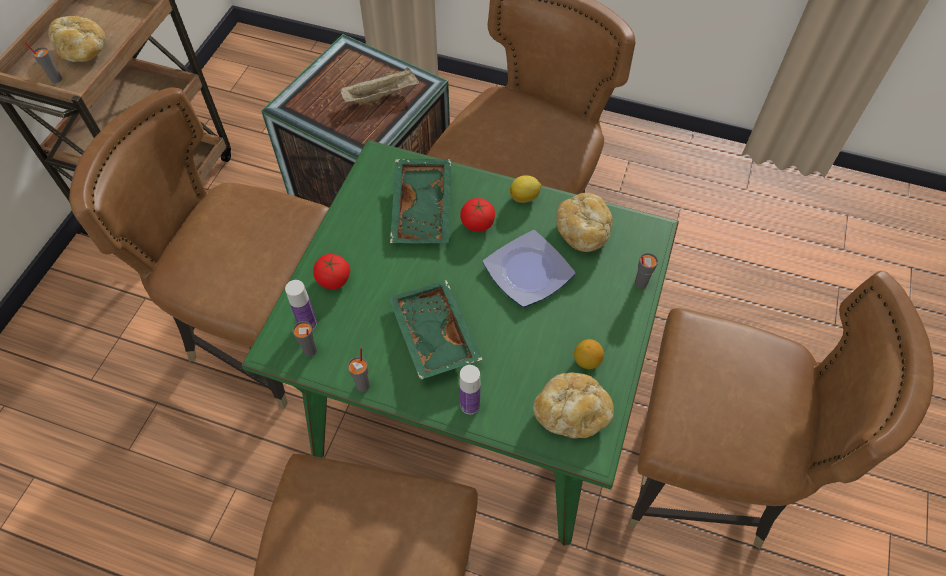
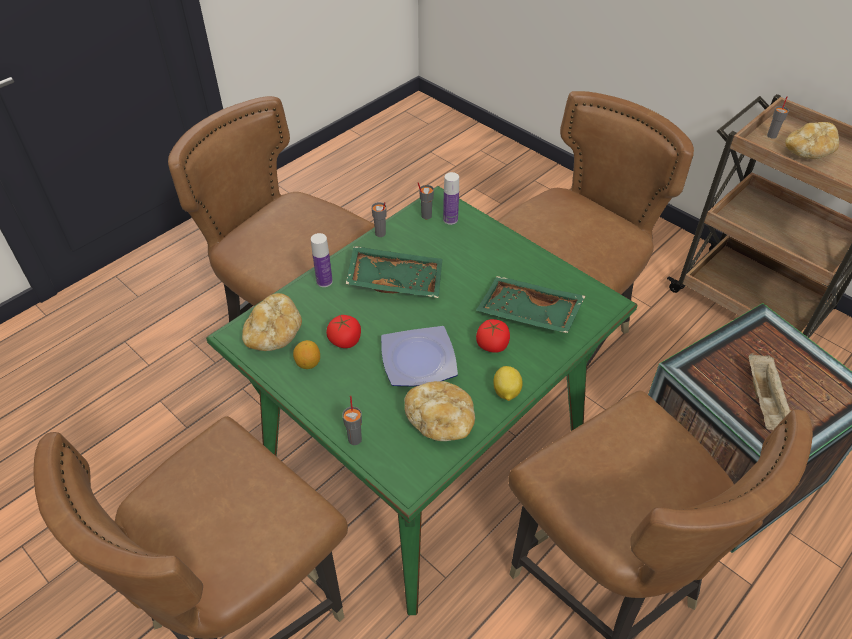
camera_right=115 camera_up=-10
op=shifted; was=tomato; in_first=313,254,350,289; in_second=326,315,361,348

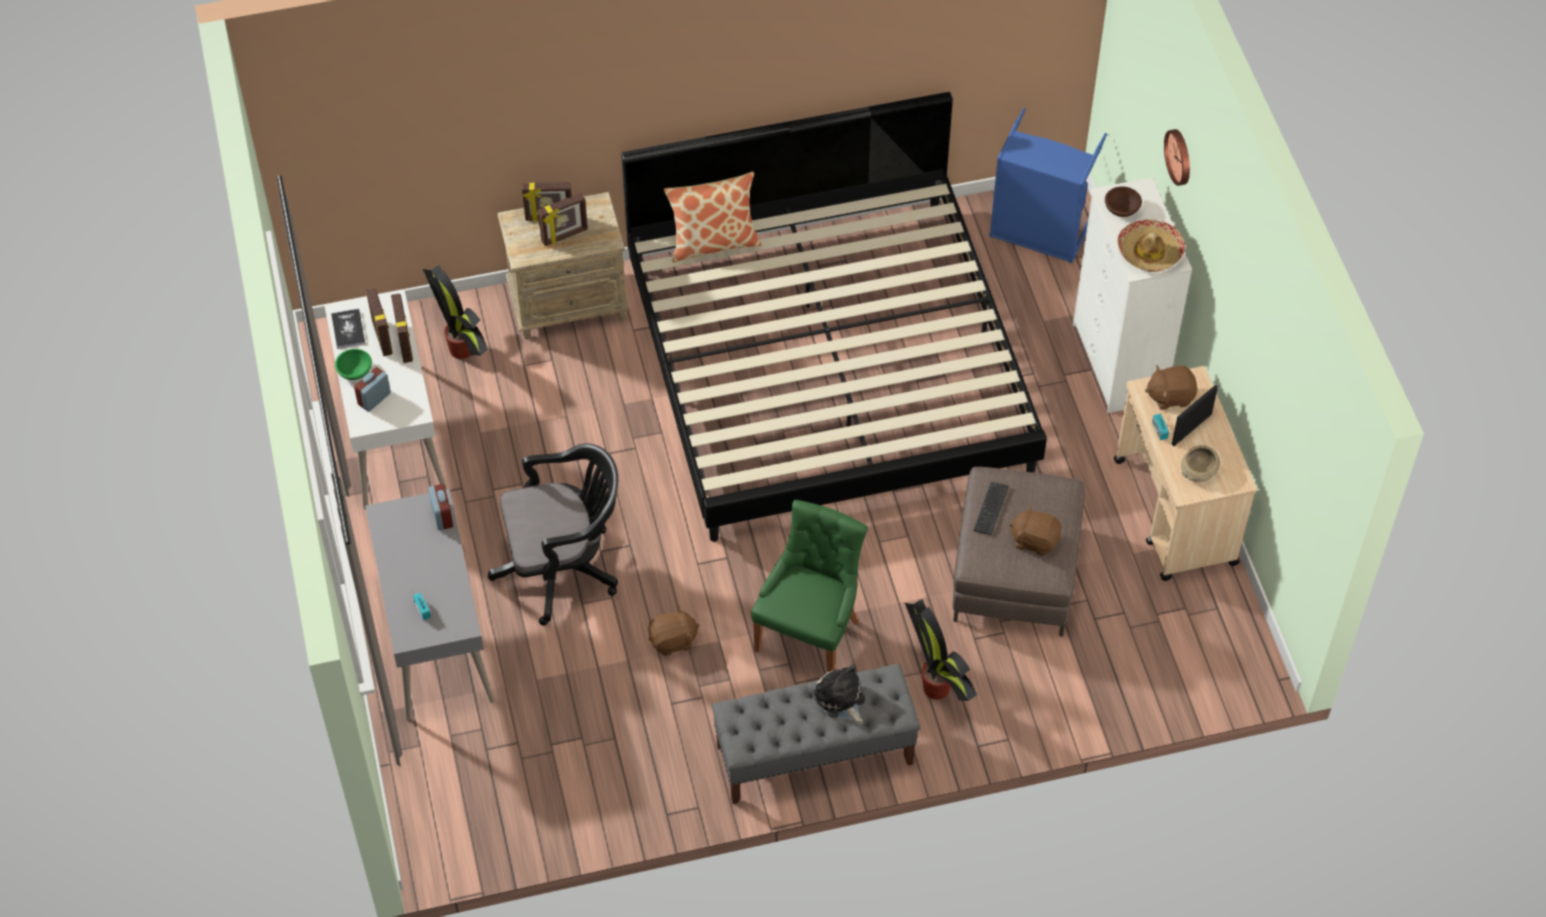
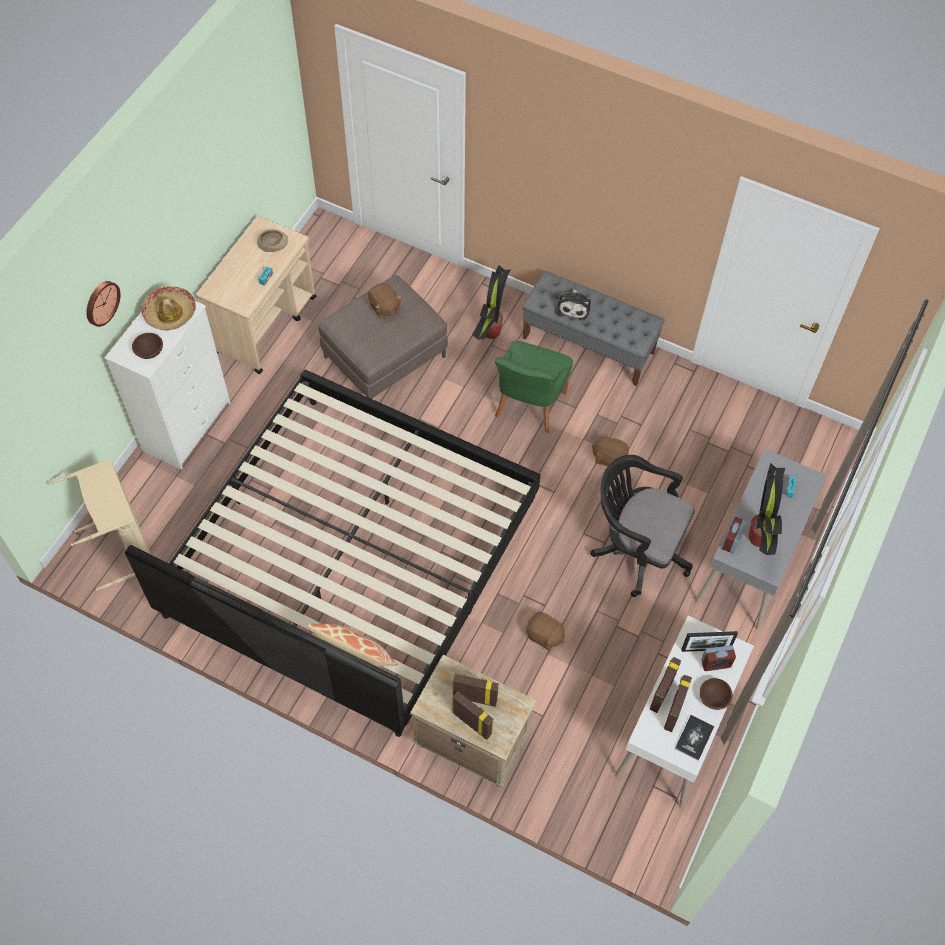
camera_right=-140 camera_up=5
op=repainted; was=blue-coloured hamper; now=beige-coloured hamper; in_first=989,108,1107,263; in_second=48,459,150,591
op=rotated; was=green-coloured plain chair; in_first=751,500,868,673; in_second=495,341,573,434; clockwise=-45
op=shifted; was=brown plush toy; in_first=1145,365,1197,410; in_second=526,612,565,650
op=shifted; was=picture frame; in_first=1172,385,1218,446; in_second=682,631,738,652
op=repainted; was=green-coloured bowl; now=brown bowl; in_first=335,349,372,380; in_second=699,678,733,710
op=shifted; was=plant in a pot; in_first=423,265,488,359; in_second=749,463,785,555
op=gone; was=computer keyboard; in_first=973,482,1009,535

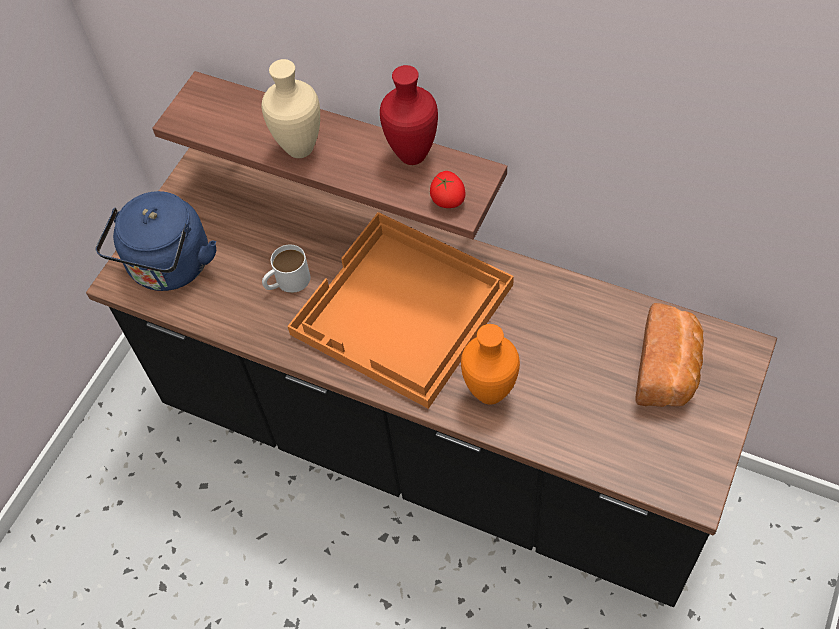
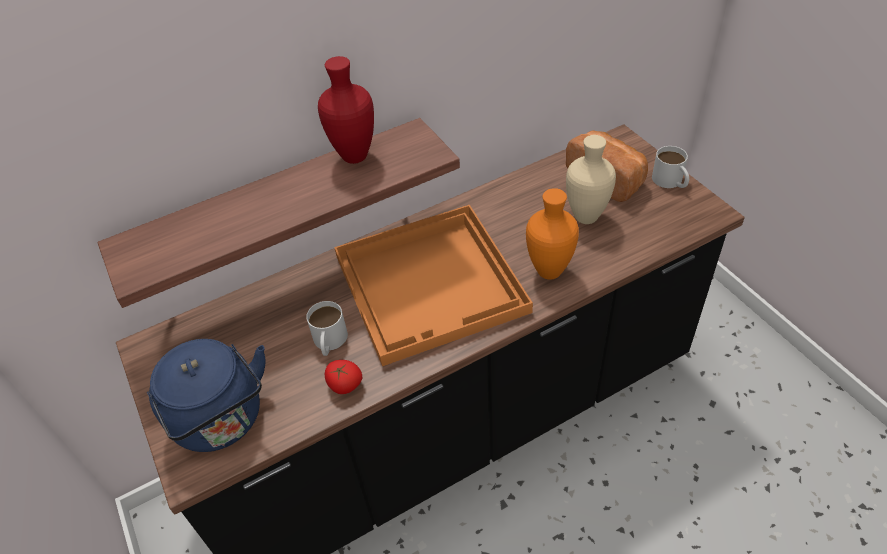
camera_right=-55 camera_up=-10
op=shifted; was=tomato; in_first=430,171,465,208; in_second=325,360,362,394
op=shifted; was=beige-coloured decorative vase; in_first=262,59,320,158; in_second=566,135,616,224
op=new; now=whitish mug; in_second=652,146,689,188

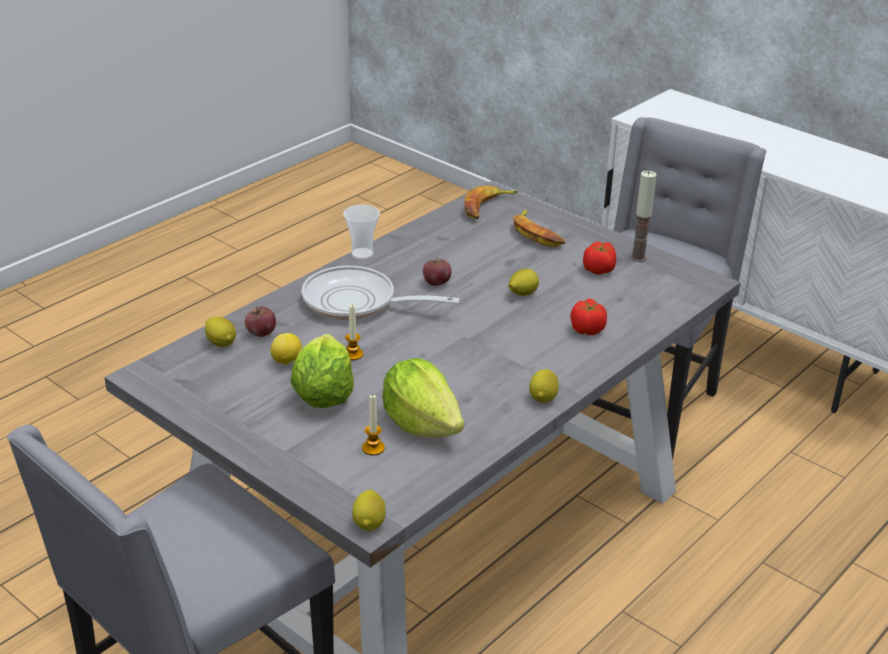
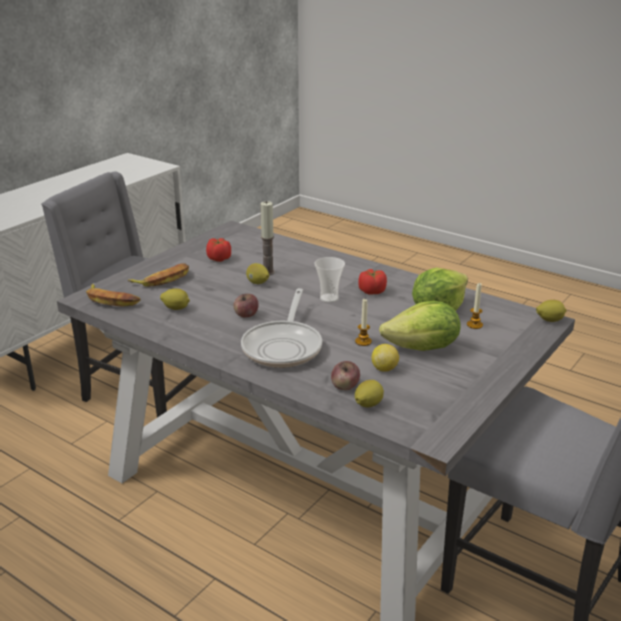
camera_right=-95 camera_up=-5
op=shifted; was=citrus fruit; in_first=529,369,559,403; in_second=160,288,190,310
op=shifted; was=candle; in_first=630,171,657,262; in_second=260,201,275,275
op=shifted; was=cup; in_first=343,205,380,260; in_second=314,257,345,303
op=shifted; was=tomato; in_first=571,299,607,335; in_second=358,269,387,295

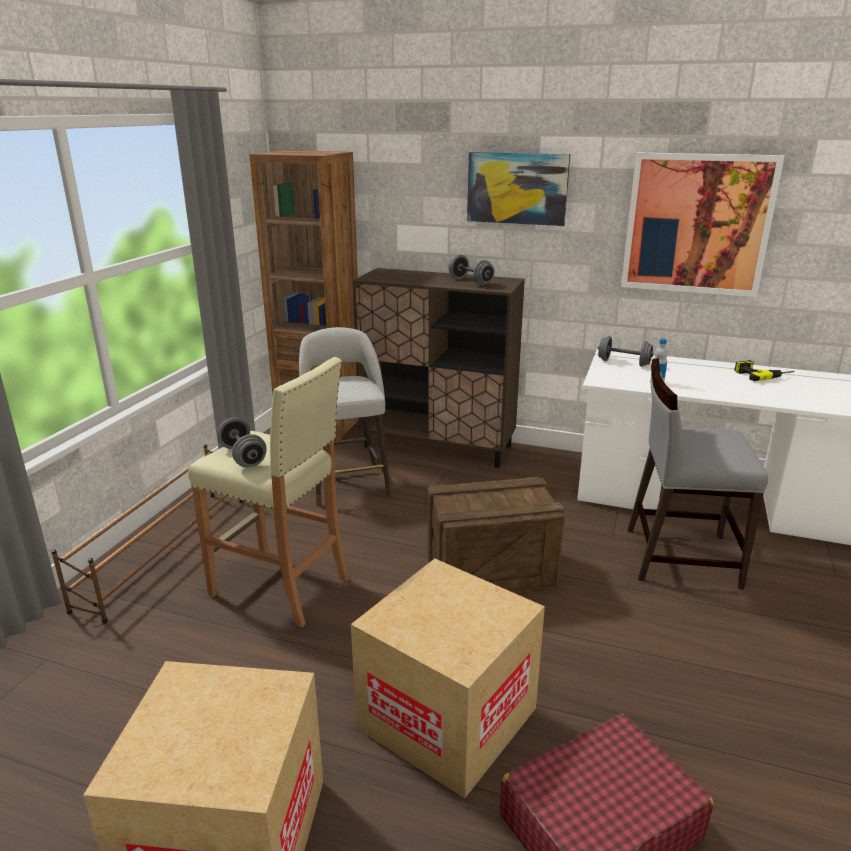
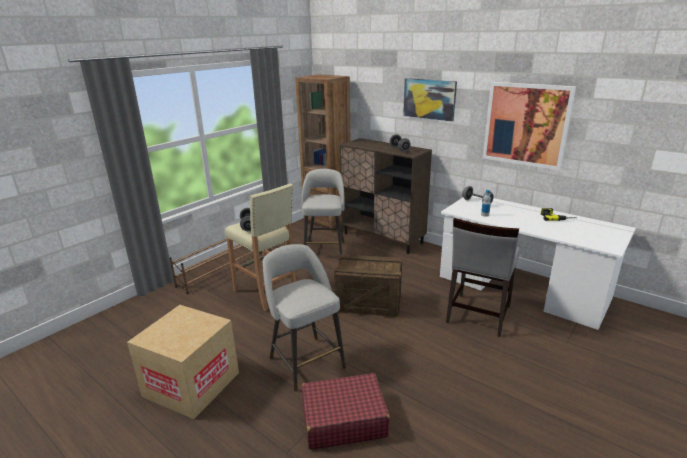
camera_right=20 camera_up=0
op=swapped; was=cardboard box; now=greyish sitting stool; in_first=351,558,545,798; in_second=263,244,346,392
op=rotated; was=greyish plain chair; in_first=628,358,768,590; in_second=446,218,520,337; clockwise=-90

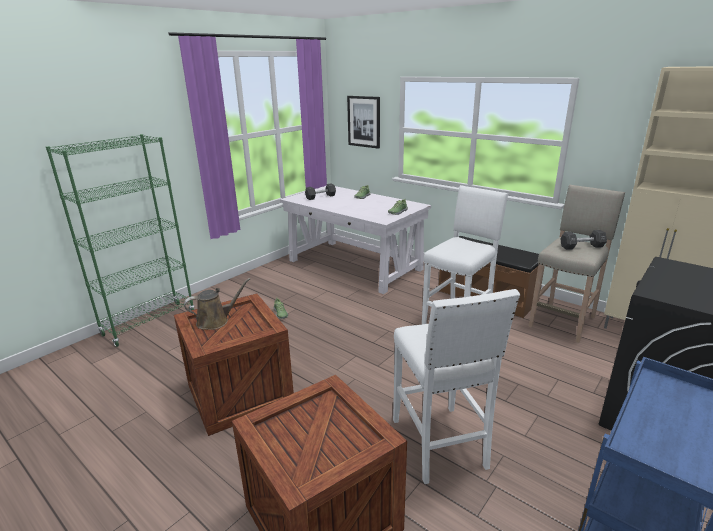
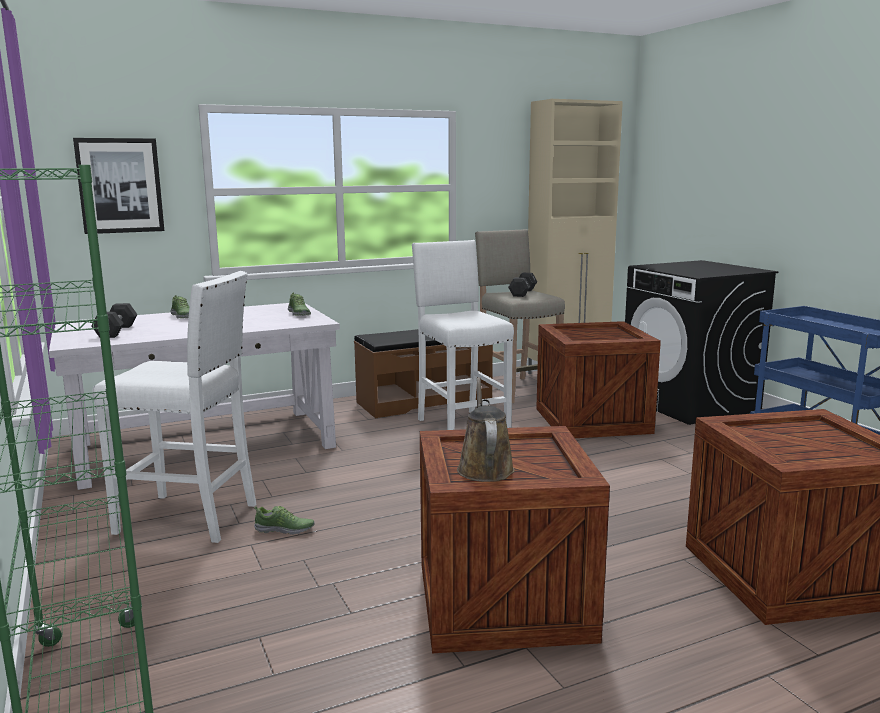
camera_right=-65 camera_up=-10
op=shifted; was=whitish sitting stool; in_first=393,289,520,484; in_second=92,271,256,543
op=new; now=crate; in_second=536,321,661,438

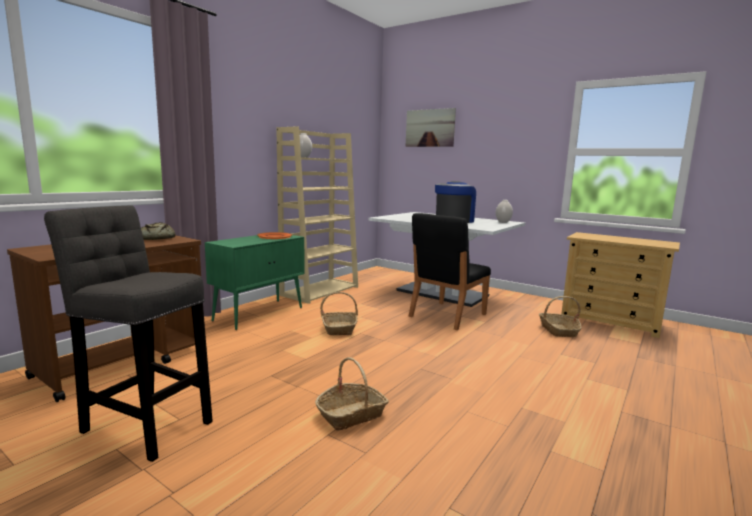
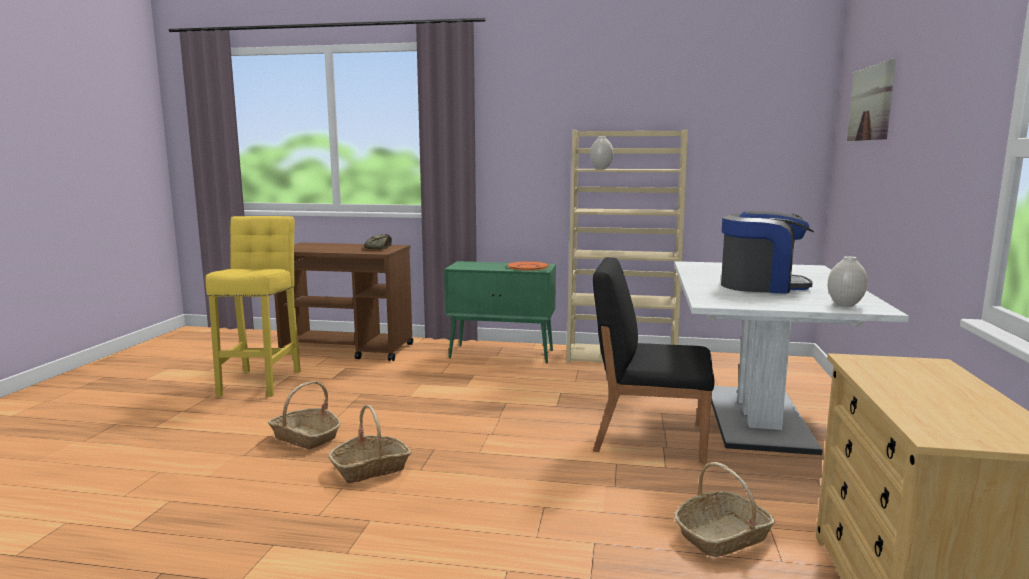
camera_right=65 camera_up=0
op=repainted; was=greyish sitting stool; now=yellow sitting stool; in_first=44,205,213,462; in_second=205,216,301,397
op=shifted; was=household basket; in_first=320,292,358,335; in_second=329,405,411,483

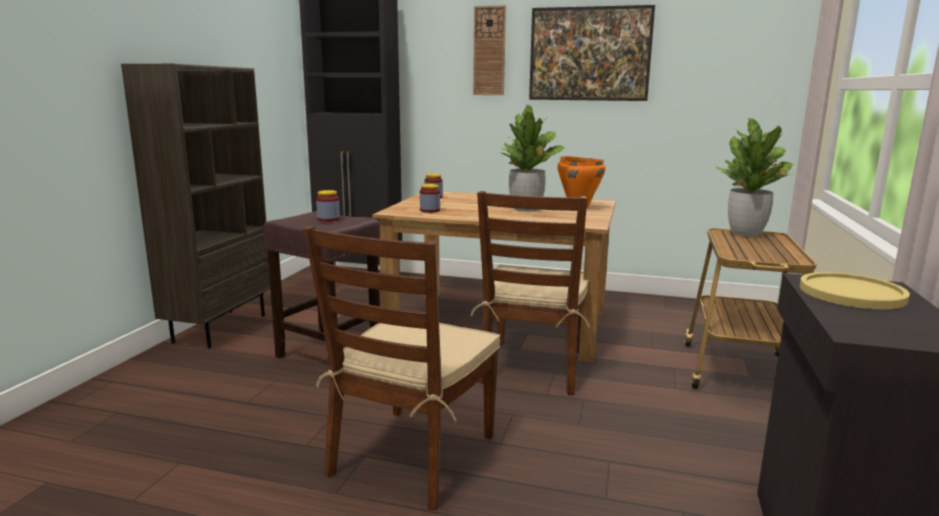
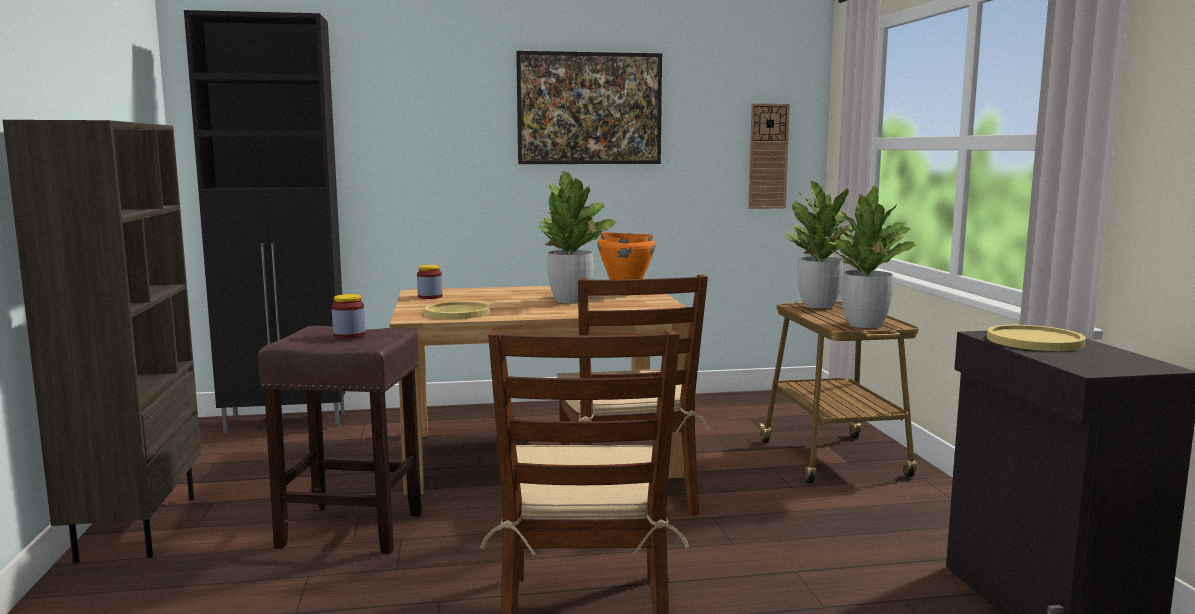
camera_right=-25 camera_up=-5
op=swapped; was=preserve jar; now=yellow flat dish; in_first=420,184,440,213; in_second=425,302,490,319
op=shifted; was=wall clock; in_first=473,5,506,95; in_second=748,104,790,209
op=new; now=plant in a pot; in_second=825,186,916,328

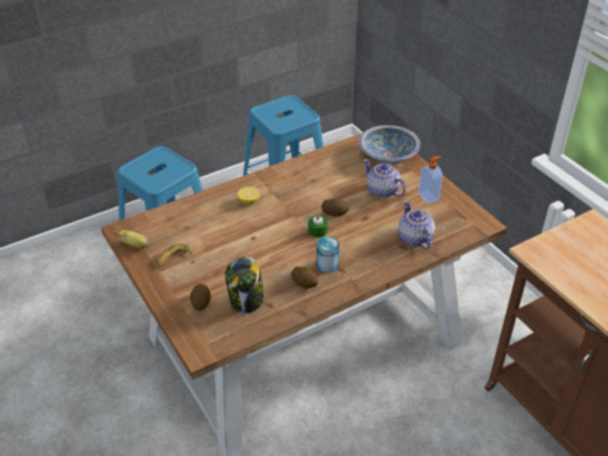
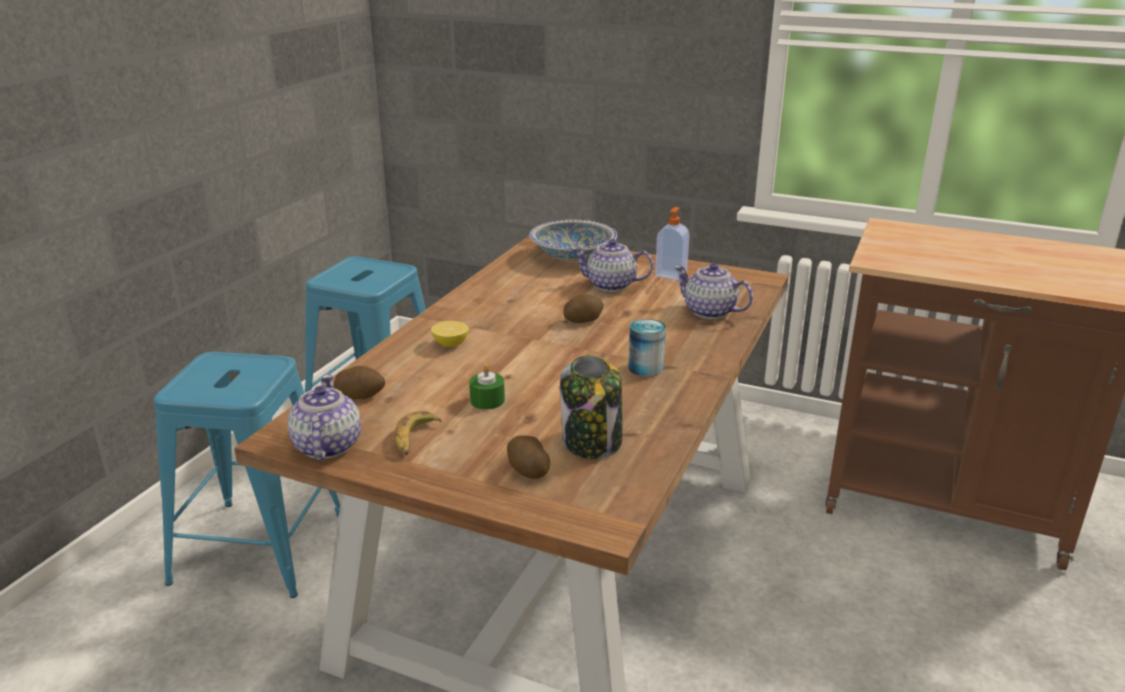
camera_right=-35 camera_up=-15
op=swapped; was=banana; now=pot for tea; in_first=114,230,148,248; in_second=288,375,361,461
op=shifted; was=potato; in_first=291,266,319,289; in_second=334,366,385,399
op=shifted; was=green-coloured candle; in_first=308,214,328,238; in_second=469,364,505,410

